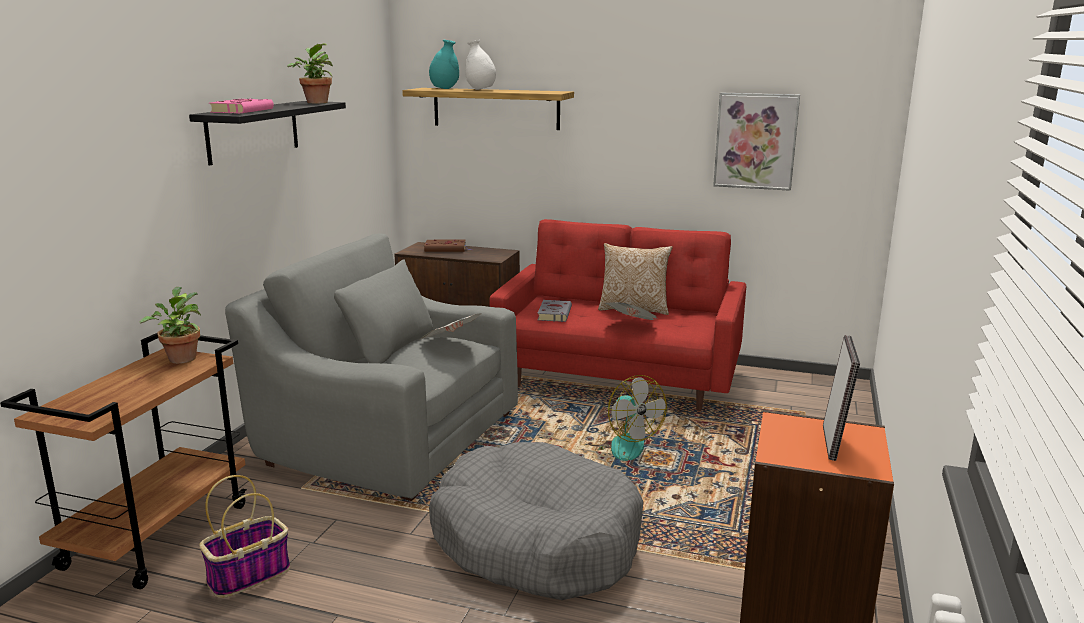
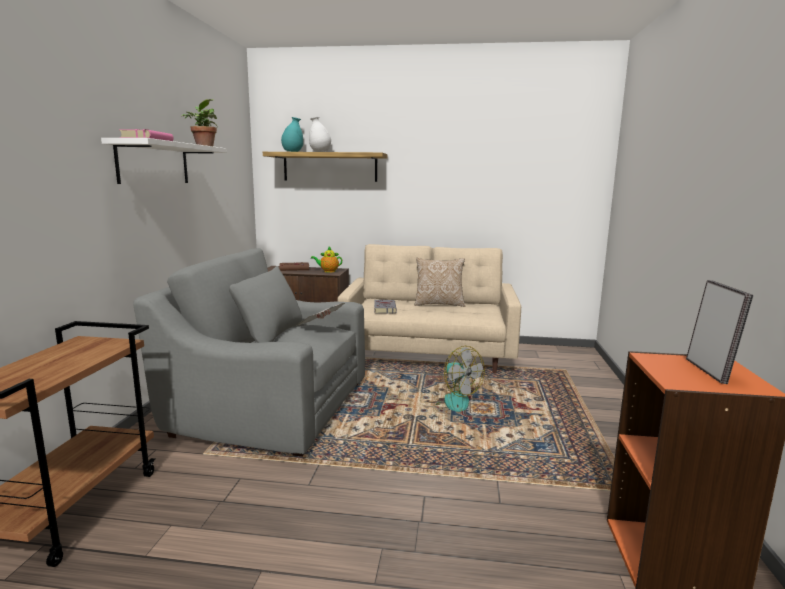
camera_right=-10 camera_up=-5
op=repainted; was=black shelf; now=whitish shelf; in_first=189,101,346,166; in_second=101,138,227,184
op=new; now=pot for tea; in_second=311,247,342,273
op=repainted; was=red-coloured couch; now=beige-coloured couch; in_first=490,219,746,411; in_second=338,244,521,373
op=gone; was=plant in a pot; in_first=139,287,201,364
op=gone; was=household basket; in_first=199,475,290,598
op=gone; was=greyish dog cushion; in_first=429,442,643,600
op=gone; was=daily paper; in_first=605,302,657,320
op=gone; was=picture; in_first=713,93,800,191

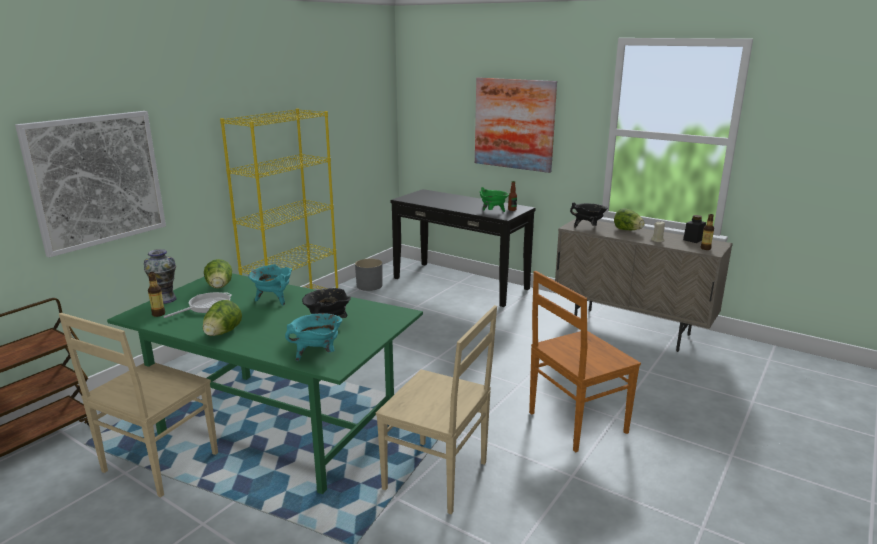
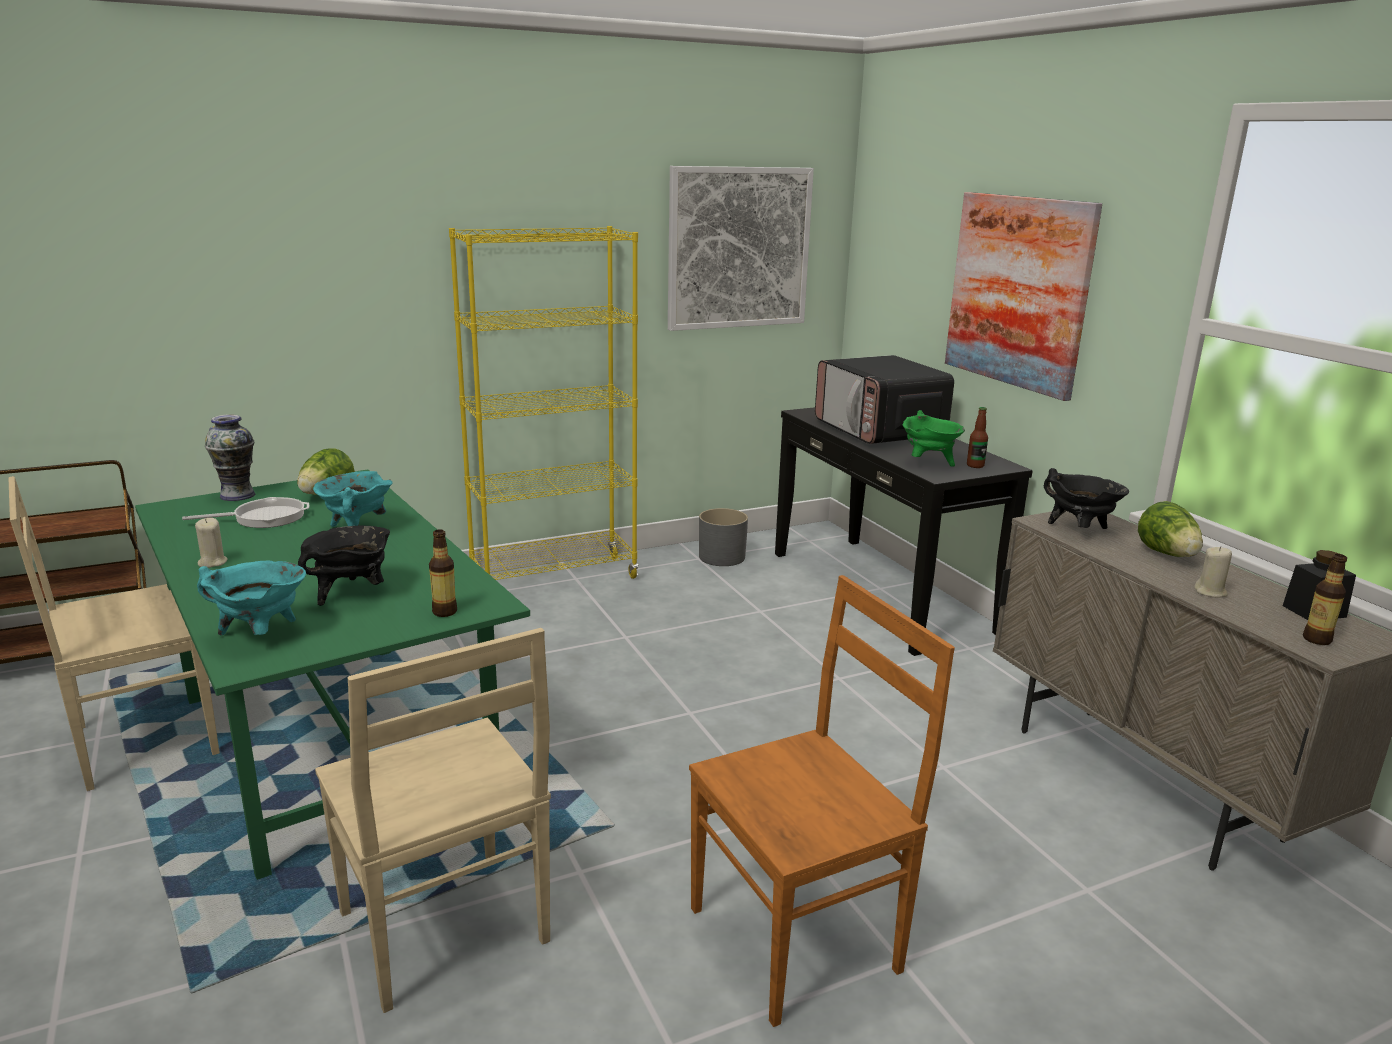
camera_right=30 camera_up=0
op=swapped; was=lettuce; now=beige-coloured candle; in_first=203,300,242,336; in_second=195,518,227,568
op=shifted; was=drink bottle; in_first=148,272,165,317; in_second=429,529,457,617
op=shifted; was=picture; in_first=15,111,166,258; in_second=668,166,814,331
op=rotated; was=brown plain chair; in_first=529,271,641,453; in_second=689,575,955,1027; clockwise=150
op=new; now=microwave oven; in_second=815,355,954,444

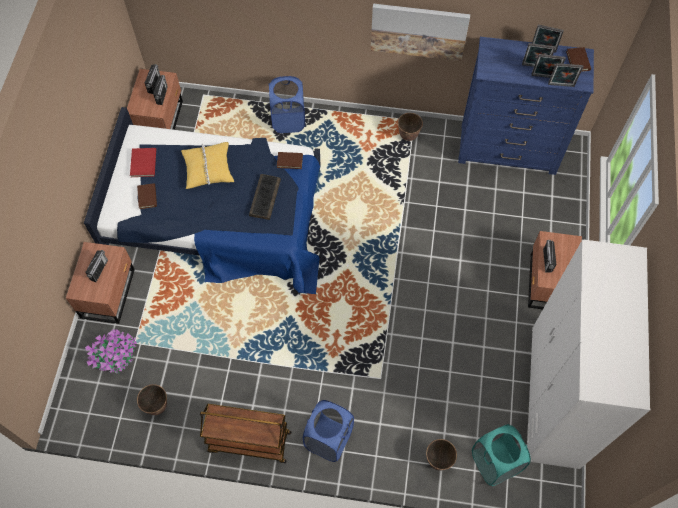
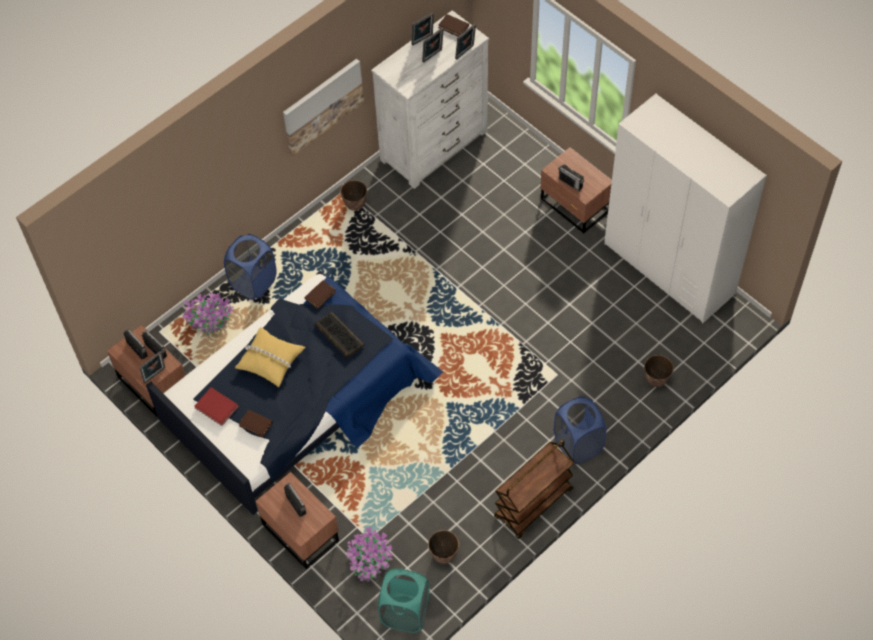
camera_right=-50 camera_up=-5
op=shifted; was=picture frame; in_first=531,54,566,78; in_second=139,351,165,384
op=new; now=plant in a pot; in_second=182,293,234,336
op=repainted; was=blue-coloured chest of drawers; now=whitish chest of drawers; in_first=458,37,594,175; in_second=371,10,489,189
op=shifted; was=turquoise-coloured hamper; in_first=472,424,531,486; in_second=378,568,429,633

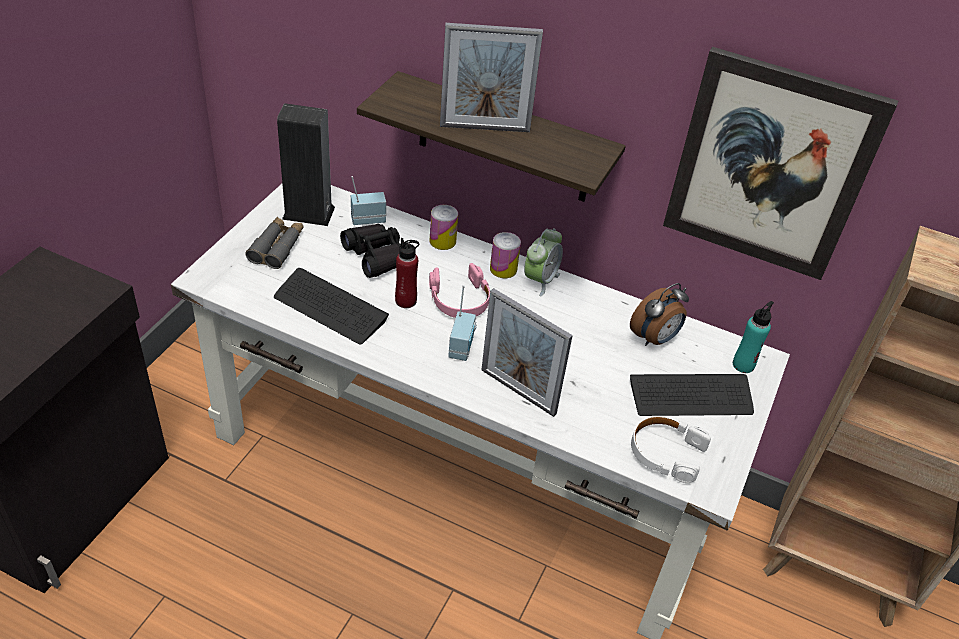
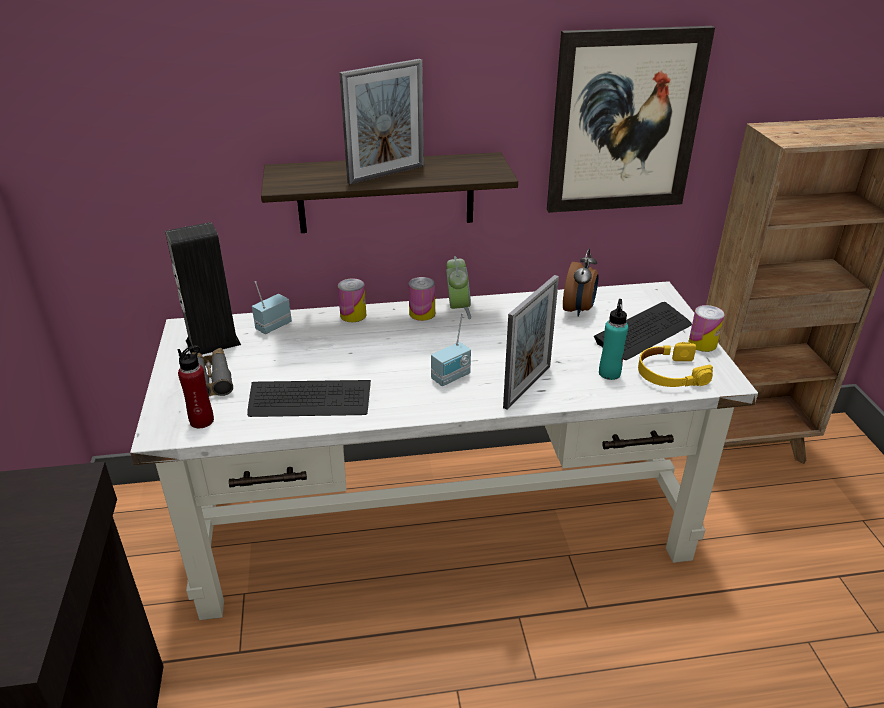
camera_right=-30 camera_up=-10
op=shifted; was=red-coloured drink bottle; in_first=395,238,419,308; in_second=178,345,214,428
op=rotated; was=radio receiver; in_first=448,285,477,361; in_second=431,313,471,386; clockwise=75
op=rotated; was=picture frame; in_first=481,288,573,417; in_second=503,275,559,410; clockwise=-60
op=shifted; was=turquoise-coloured drink bottle; in_first=733,301,774,373; in_second=599,299,628,380
op=repainted; was=whitish headset; now=yellow headset; in_first=631,416,711,483; in_second=638,342,713,387
op=new; now=sealed can; in_second=689,305,725,352
op=gone; was=black pair of binoculars; in_first=340,224,401,278
op=gone; was=pinkish headset; in_first=429,263,490,318

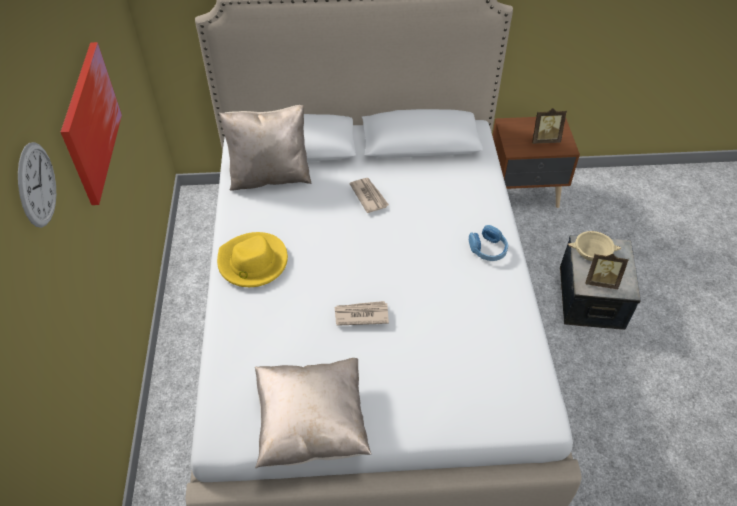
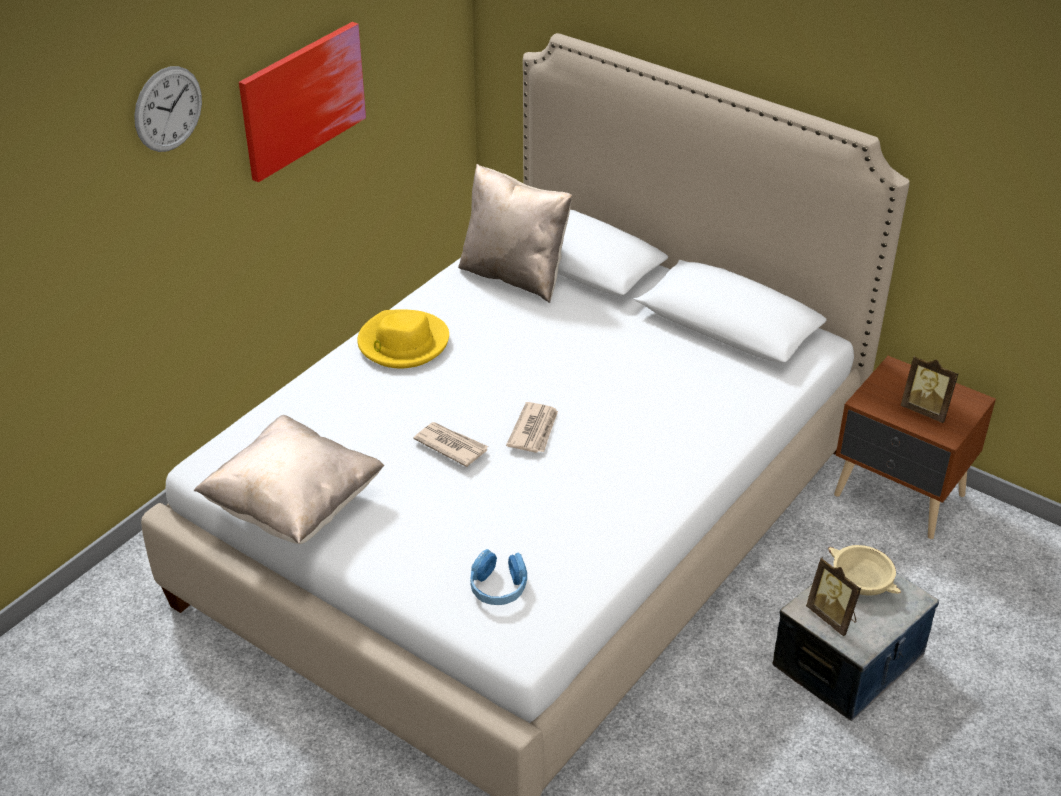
camera_right=40 camera_up=-10
op=shifted; was=blue-coloured headset; in_first=469,225,508,261; in_second=470,549,527,605
op=shifted; was=daily paper; in_first=350,178,389,213; in_second=506,402,558,453

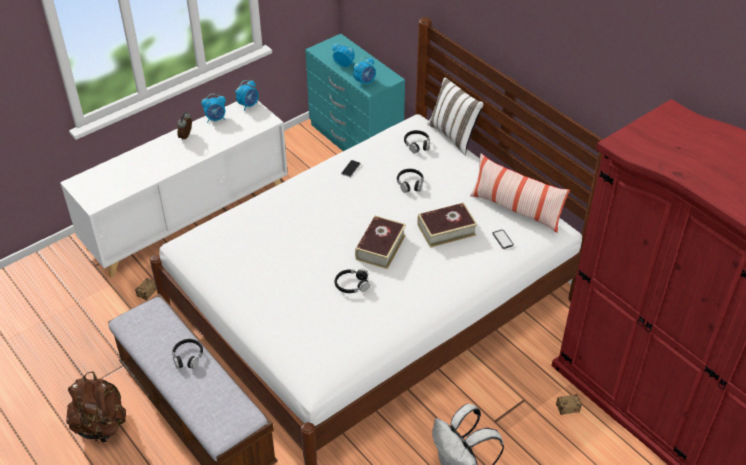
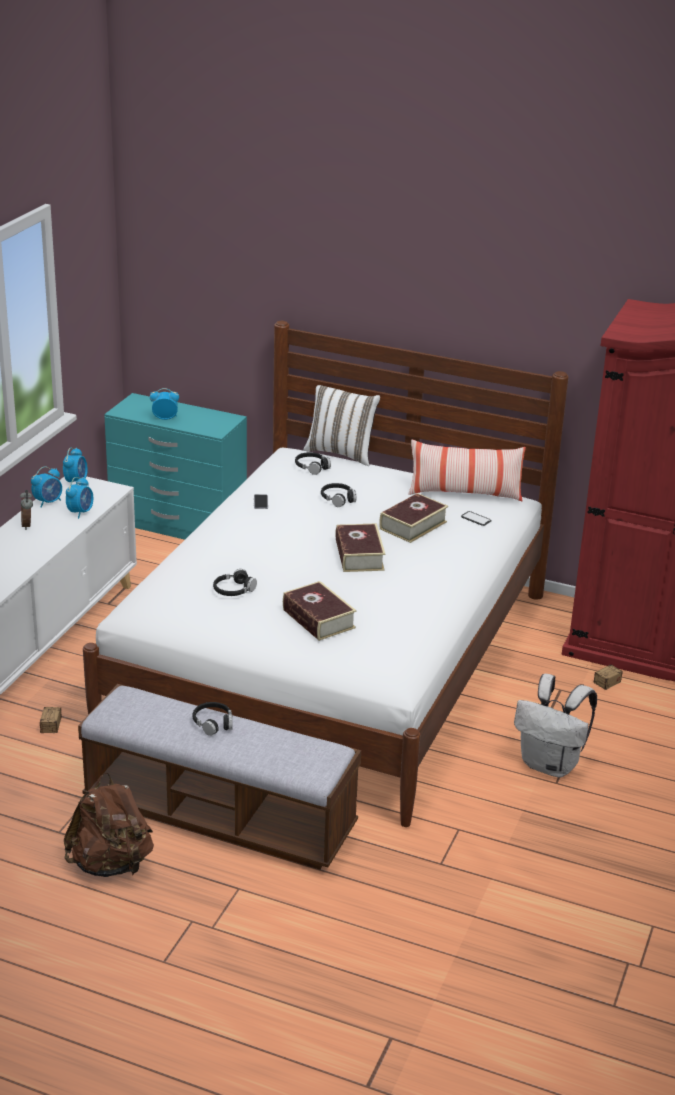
camera_right=-30 camera_up=-15
op=shifted; was=table clock; in_first=353,57,376,88; in_second=66,477,93,519
op=shifted; was=black headset; in_first=335,269,370,293; in_second=213,569,257,596
op=new; now=book; in_second=283,581,357,641

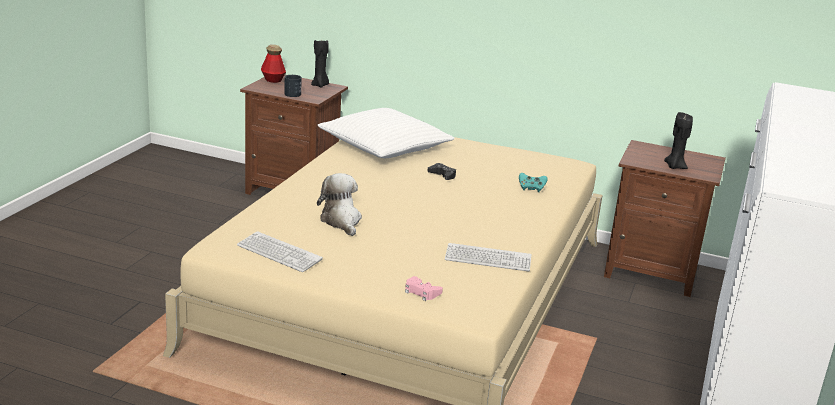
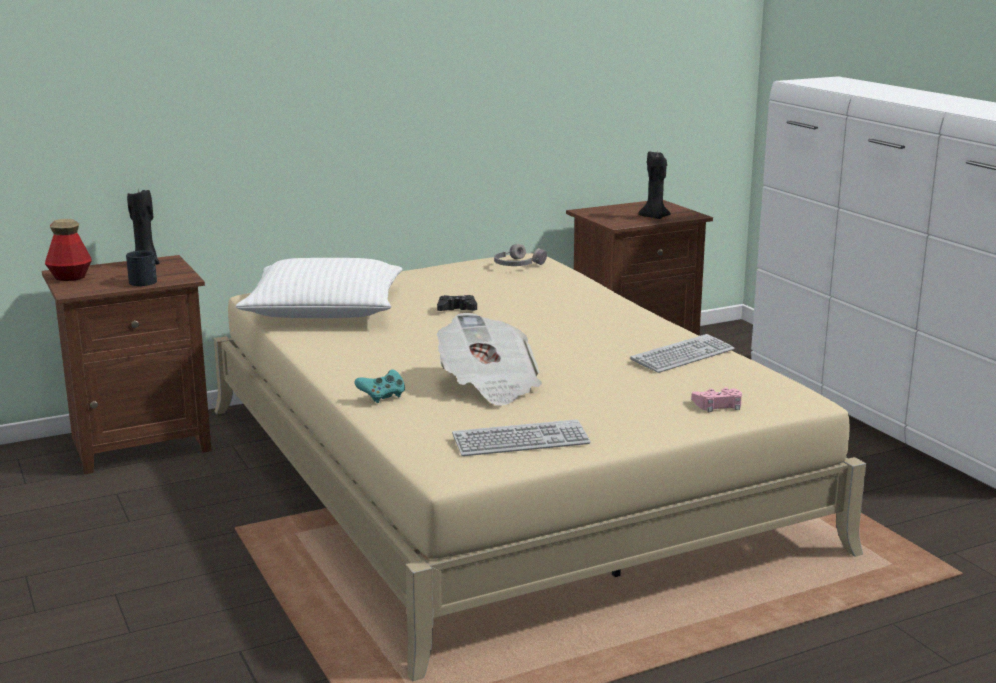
camera_right=-45 camera_up=-5
op=shifted; was=turquoise-coloured joypad; in_first=519,173,548,192; in_second=354,369,405,403
op=swapped; was=plush toy; now=daily paper; in_first=317,173,362,236; in_second=437,313,542,406
op=new; now=greyish headset; in_second=494,244,547,266

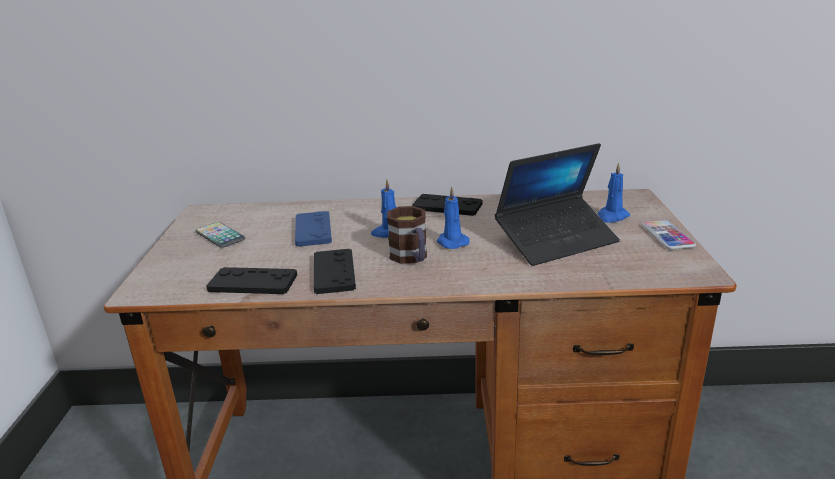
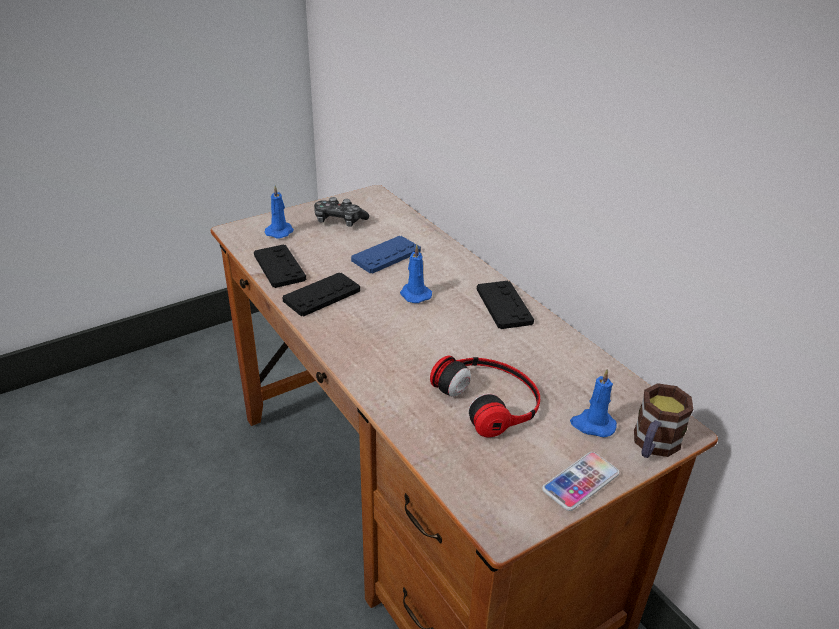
camera_right=55 camera_up=10
op=shifted; was=blue-coloured candle; in_first=436,186,470,249; in_second=265,185,294,239
op=swapped; was=telephone; now=joypad; in_first=196,222,245,248; in_second=314,197,369,226
op=swapped; was=notebook computer; now=headset; in_first=495,143,620,266; in_second=430,356,540,437
op=shifted; was=mug; in_first=387,206,427,264; in_second=634,383,693,458

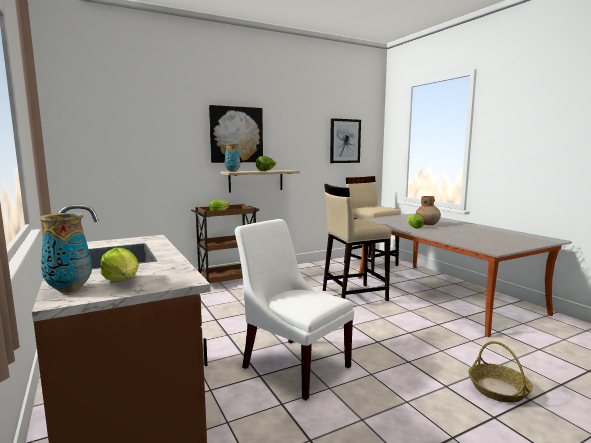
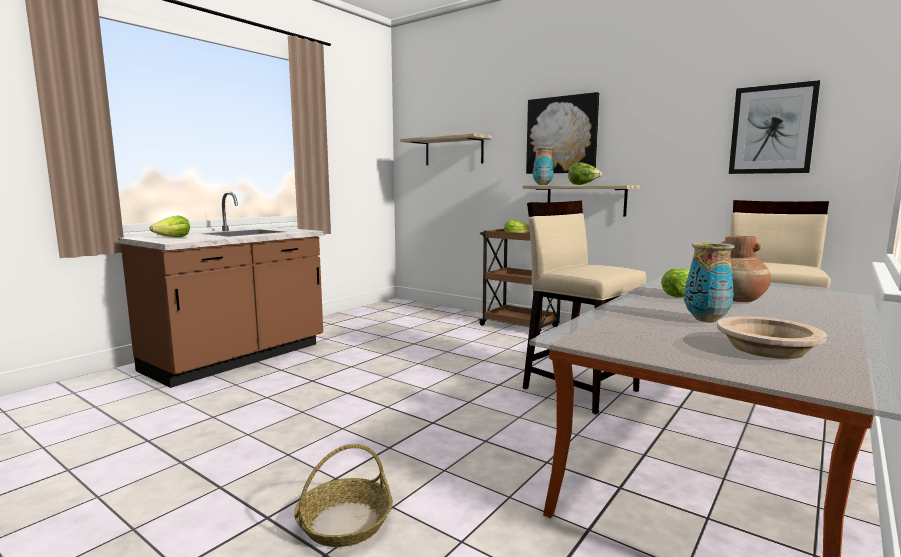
camera_right=65 camera_up=0
op=new; now=shelf; in_second=400,133,492,165
op=shifted; was=decorative vase; in_first=40,213,92,293; in_second=684,242,734,322
op=new; now=beige-coloured bowl; in_second=717,316,827,359
op=gone; was=whitish plain chair; in_first=235,219,354,400

